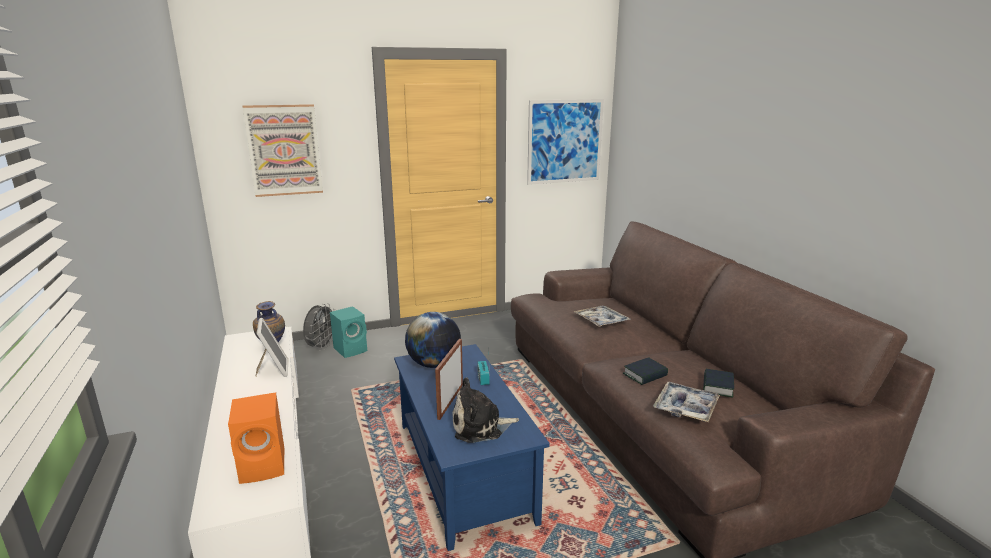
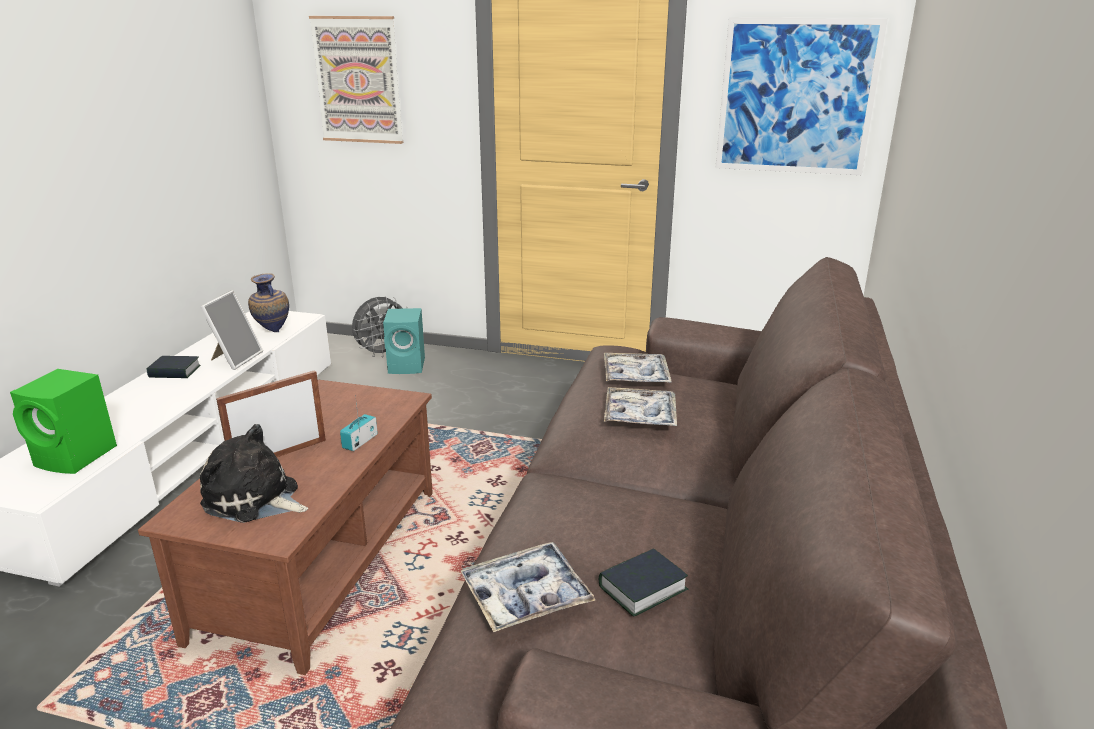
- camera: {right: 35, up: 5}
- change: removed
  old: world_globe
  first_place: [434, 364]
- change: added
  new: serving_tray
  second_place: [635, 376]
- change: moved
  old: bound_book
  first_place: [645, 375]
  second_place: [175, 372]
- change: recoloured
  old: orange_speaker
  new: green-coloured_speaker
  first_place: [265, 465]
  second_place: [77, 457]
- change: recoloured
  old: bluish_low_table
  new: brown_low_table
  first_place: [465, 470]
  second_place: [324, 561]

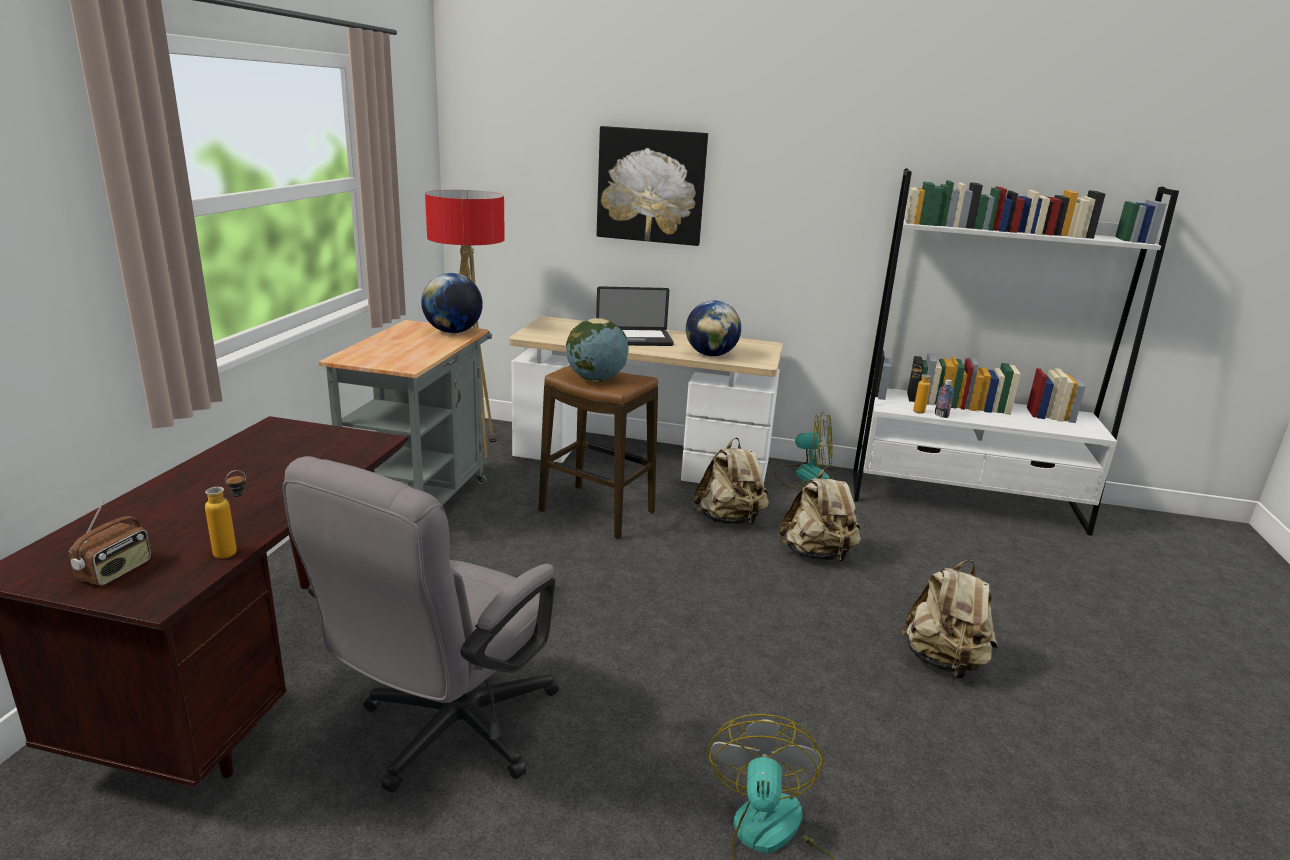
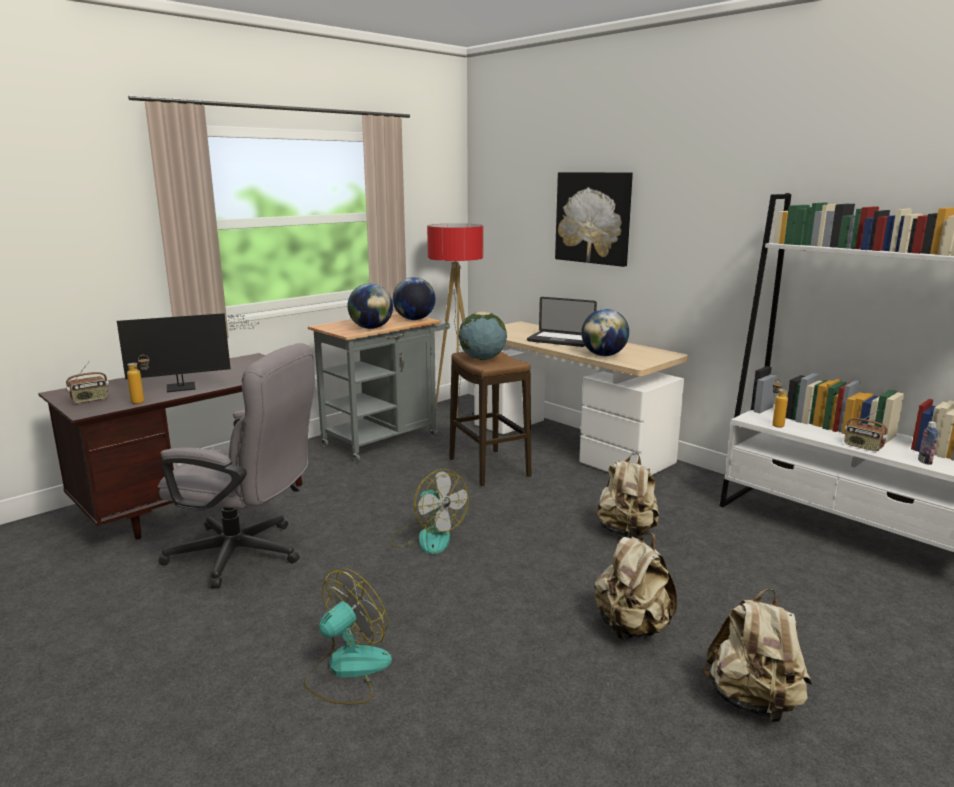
- camera: {right: 35, up: -5}
- change: added
  new: monitor
  second_place: [186, 387]
- change: added
  new: world_globe
  second_place: [371, 328]
- change: added
  new: radio_receiver
  second_place: [863, 447]
- change: moved
  old: sand-coloured_rucksack
  first_place: [729, 520]
  second_place: [753, 701]
- change: moved
  old: cooling_fan
  first_place: [803, 476]
  second_place: [427, 537]
- change: moved
  old: drink_bottle
  first_place: [941, 415]
  second_place: [924, 461]
- change: turned
  old: greyish_desk_chair
  first_place: [446, 735]
  second_place: [247, 555]
  degrees: -135

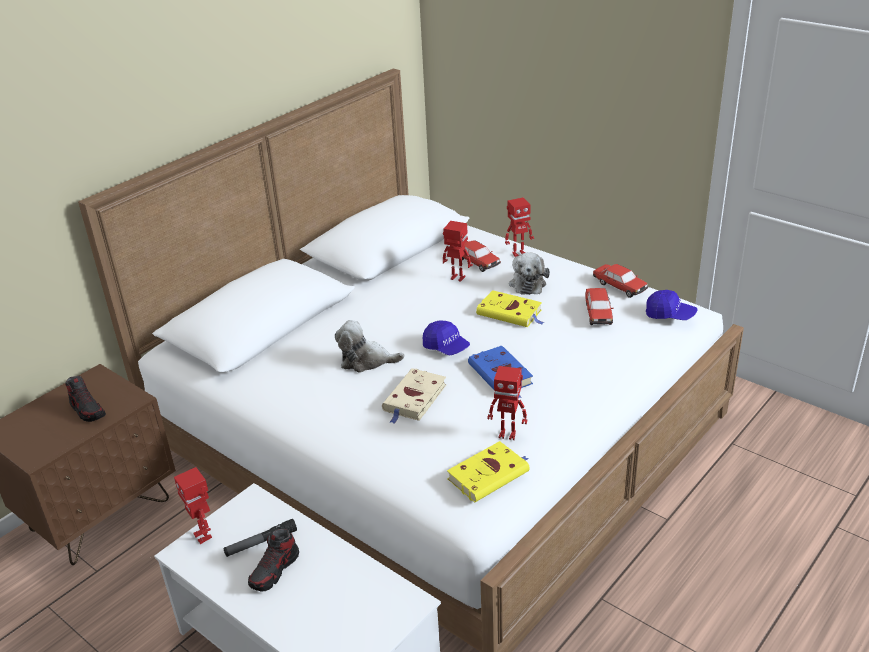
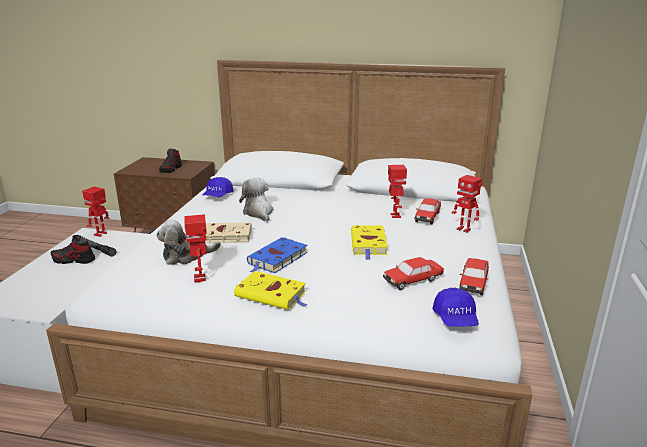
- camera: {right: 60, up: -10}
- change: moved
  old: bluish_peaked_cap
  first_place: [446, 347]
  second_place: [218, 196]
- change: moved
  old: yellow_bound_book
  first_place: [489, 474]
  second_place: [272, 295]
- change: moved
  old: cuddly_toy
  first_place: [528, 283]
  second_place: [186, 256]

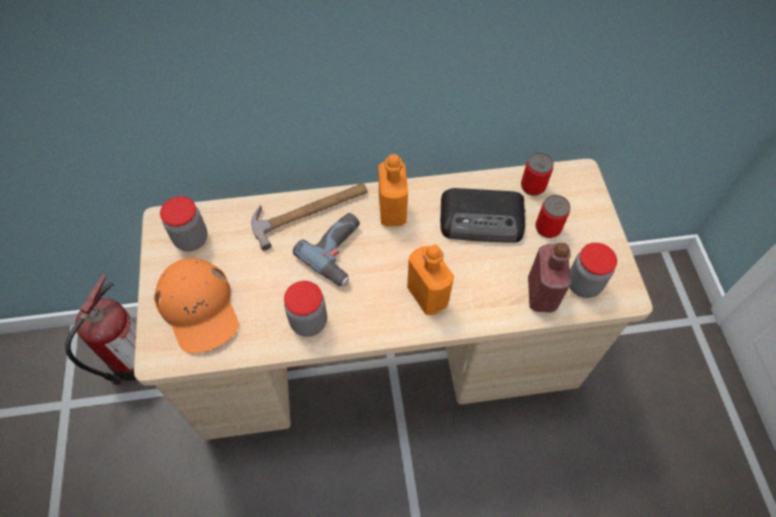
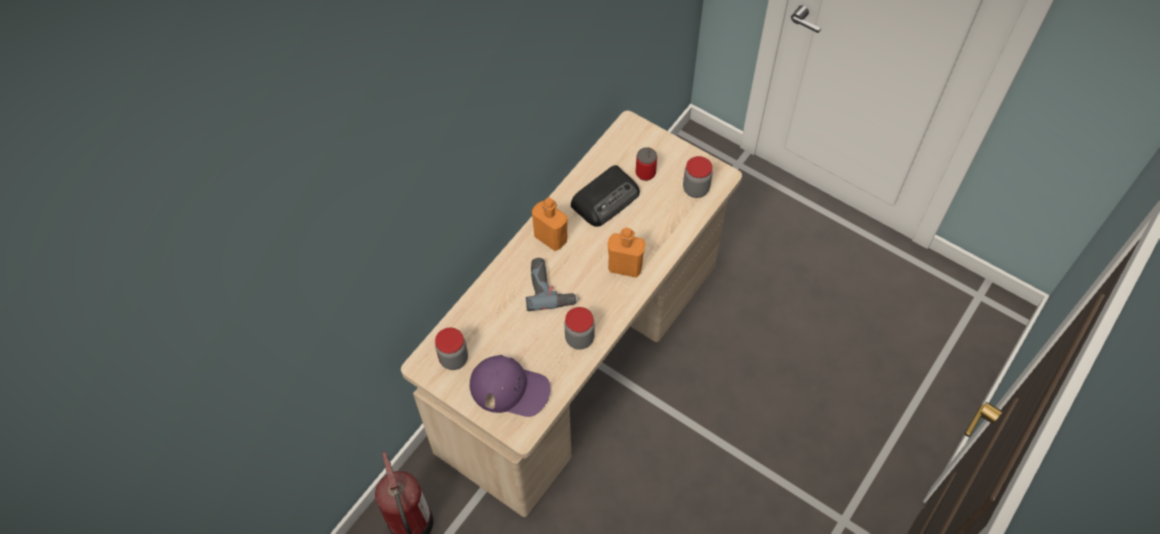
- camera: {right: -45, up: 0}
- change: removed
  old: tool_hammer
  first_place: [310, 211]
- change: removed
  old: metal_can
  first_place: [533, 186]
- change: removed
  old: red-coloured_drink_bottle
  first_place: [541, 294]
- change: recoloured
  old: orange_peaked_cap
  new: purple_peaked_cap
  first_place: [199, 308]
  second_place: [510, 388]

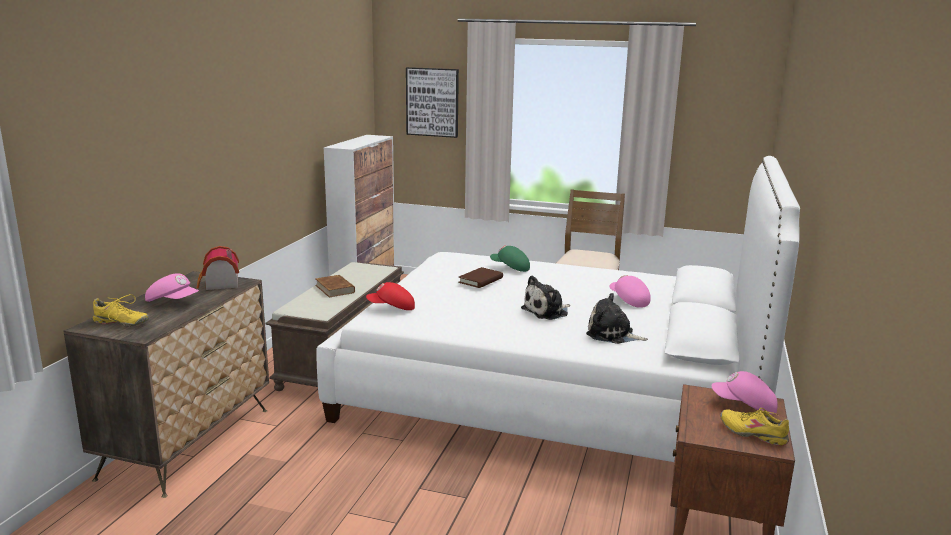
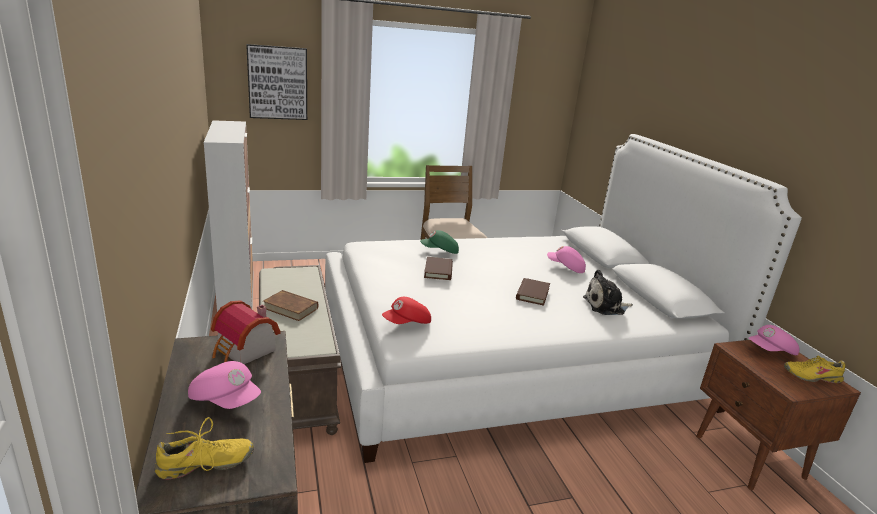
- camera: {right: -35, up: 5}
- change: replaced
  old: cuddly_toy
  new: brown_bound_book
  first_place: [547, 312]
  second_place: [532, 294]
- change: turned
  old: pink-coloured_peaked_cap
  first_place: [173, 302]
  second_place: [226, 400]
  degrees: 45

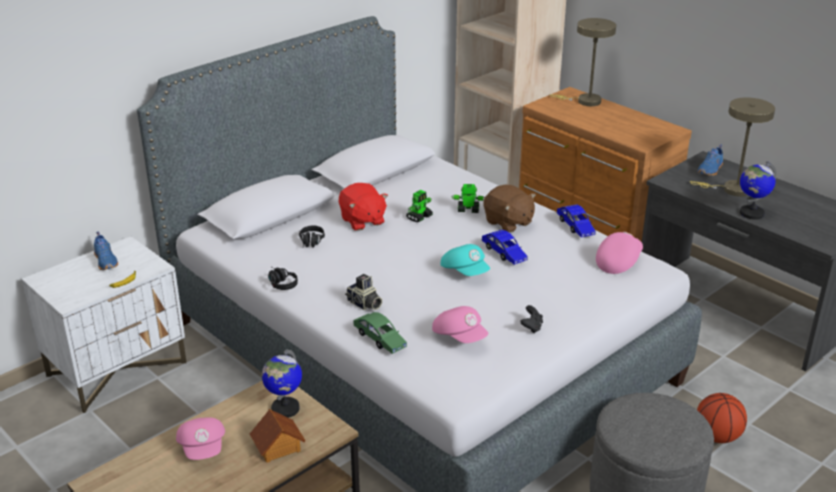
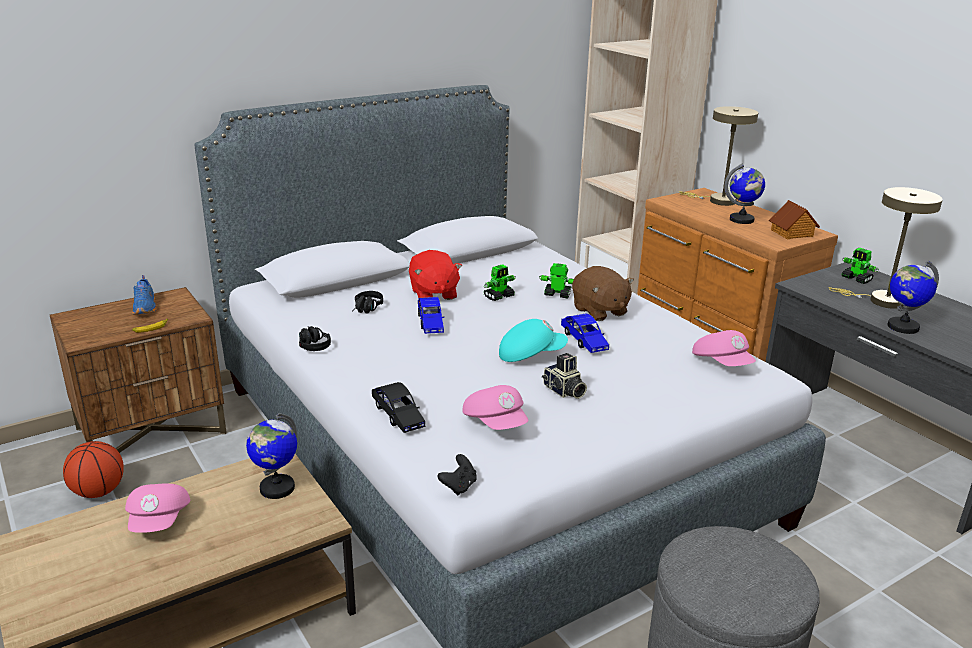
- camera: {right: 10, up: -5}
- change: added
  new: world_globe
  second_place: [742, 220]
- change: moved
  old: model_house
  first_place: [278, 447]
  second_place: [792, 233]
- change: moved
  old: photo_camera
  first_place: [364, 304]
  second_place: [564, 391]
- change: moved
  old: black_gamepad
  first_place: [531, 327]
  second_place: [459, 486]
- change: moved
  old: bluish_toy_car
  first_place: [575, 226]
  second_place: [430, 323]
- change: moved
  old: ball_for_basketball
  first_place: [717, 436]
  second_place: [98, 492]
- change: replaced
  old: bluish_shoe
  new: model_robot
  first_place: [710, 170]
  second_place: [856, 279]
- change: recoloured
  old: whitish_bedside_table
  new: brown_bedside_table
  first_place: [118, 369]
  second_place: [152, 431]
- change: recoloured
  old: green-coloured_toy_car
  new: black_toy_car
  first_place: [380, 339]
  second_place: [398, 415]
- change: turned
  old: turquoise-coloured_peaked_cap
  first_place: [465, 271]
  second_place: [530, 355]
  degrees: -75
- change: turned
  old: pink-coloured_peaked_cap
  first_place: [618, 261]
  second_place: [722, 363]
  degrees: 105

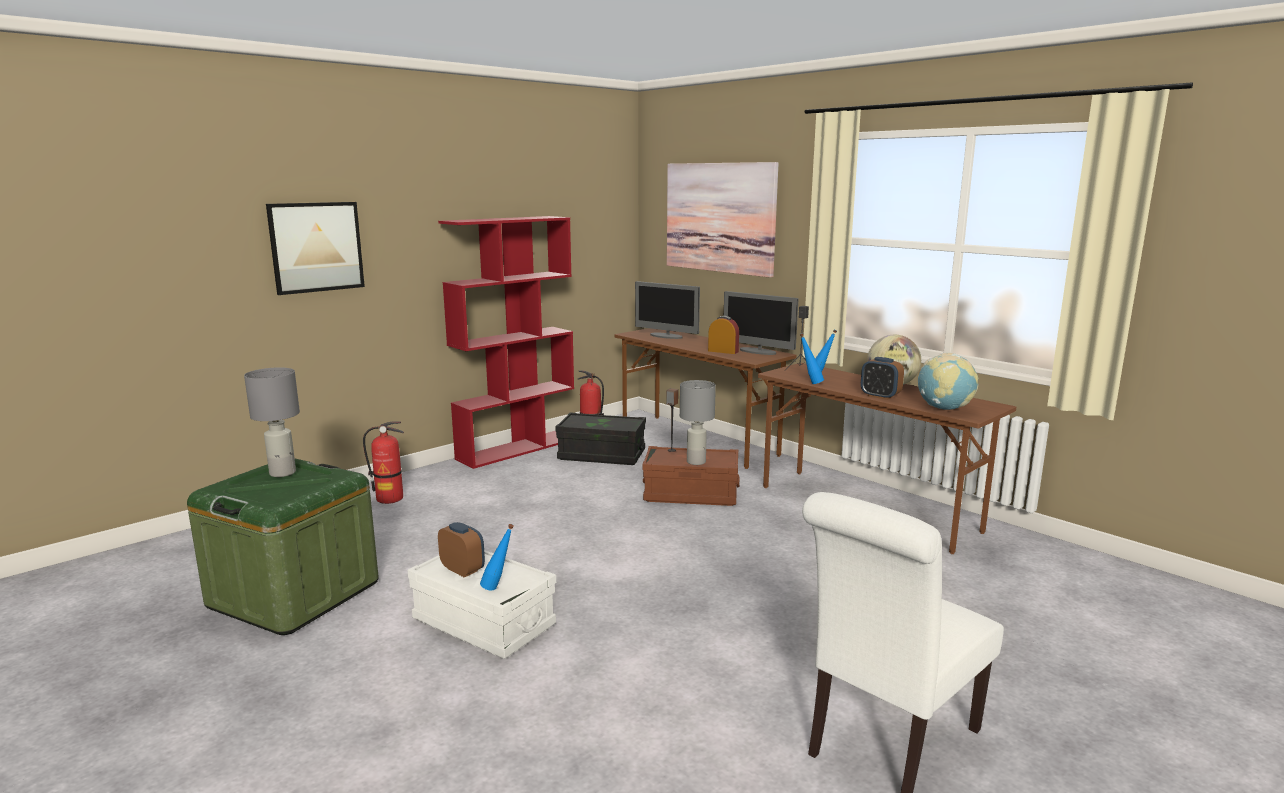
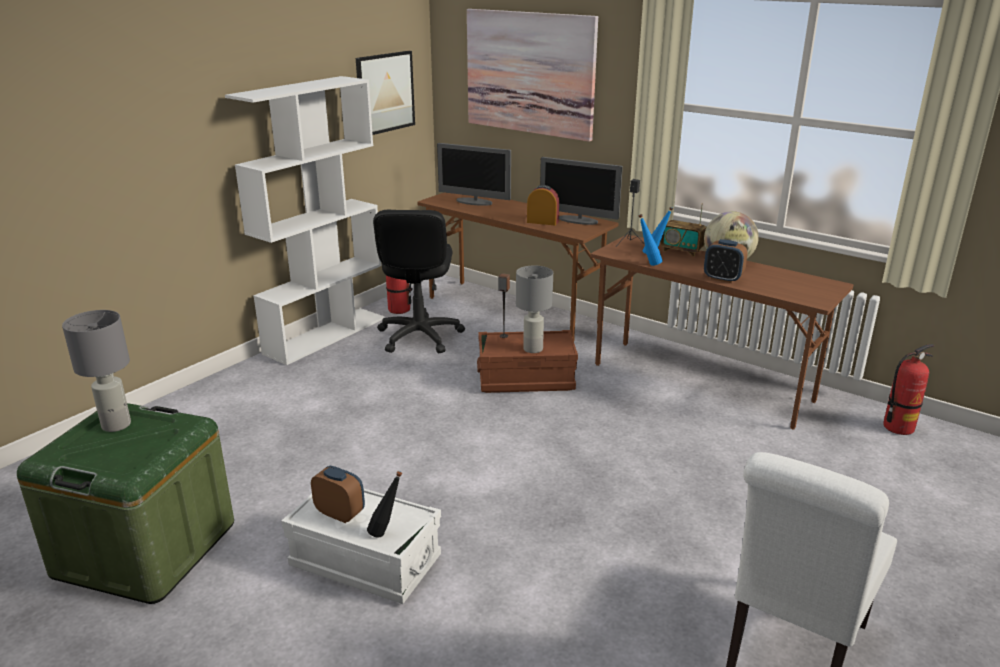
- camera: {right: -10, up: 10}
- change: removed
  old: world_globe
  first_place: [944, 408]
- change: added
  new: radio_receiver
  second_place: [681, 251]
- change: moved
  old: wall_art
  first_place: [316, 247]
  second_place: [385, 93]
- change: moved
  old: extinguisher
  first_place: [390, 499]
  second_place: [898, 427]
- change: replaced
  old: black_storage_container
  new: black_desk_chair
  first_place: [601, 455]
  second_place: [419, 336]
- change: recoloured
  old: red-coloured_bookcase
  new: whitish_bookcase
  first_place: [517, 449]
  second_place: [326, 335]
- change: recoloured
  old: bluish_drink_bottle
  new: black_drink_bottle
  first_place: [498, 588]
  second_place: [386, 533]

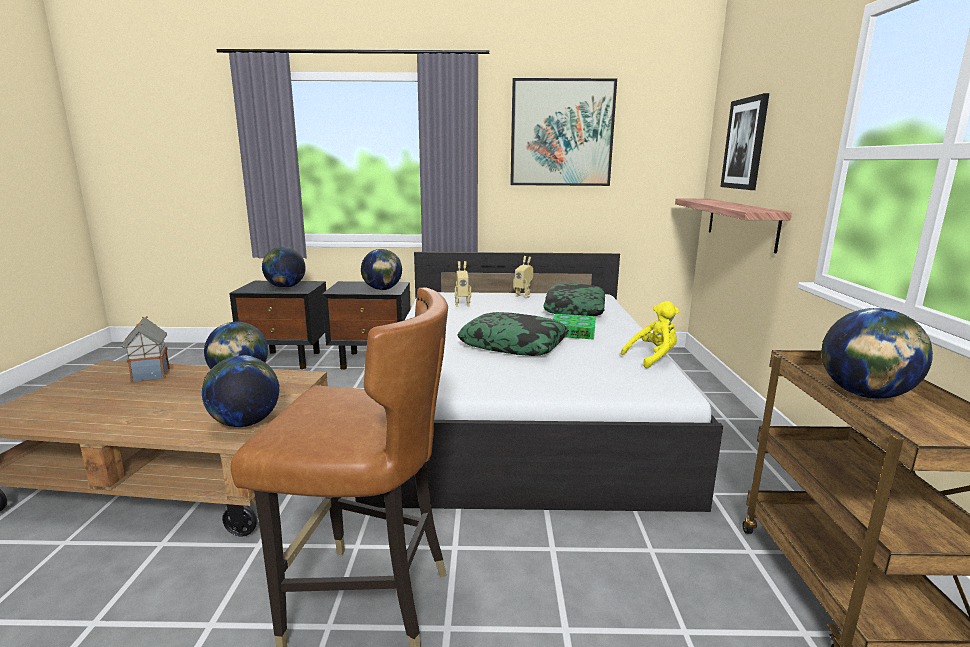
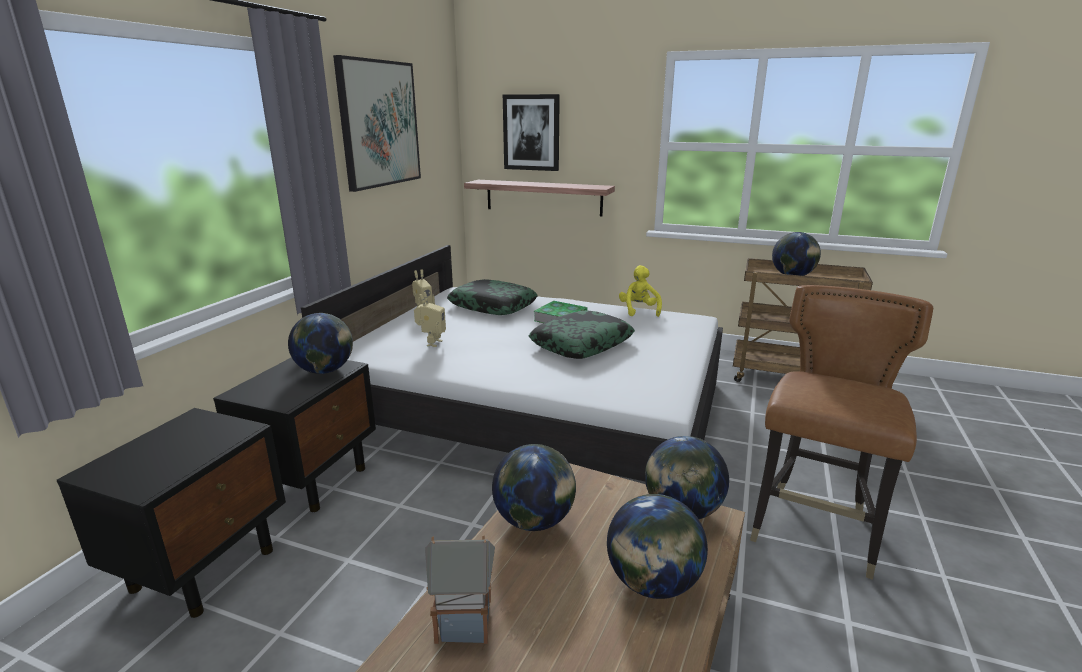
- camera: {right: -70, up: 5}
- change: moved
  old: world_globe
  first_place: [285, 287]
  second_place: [652, 583]

